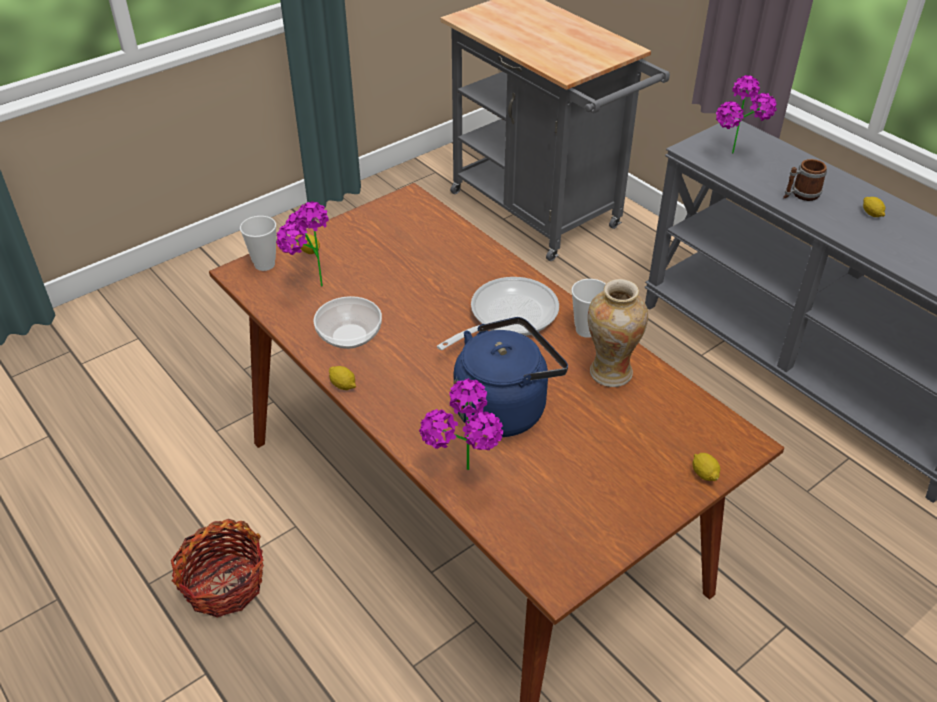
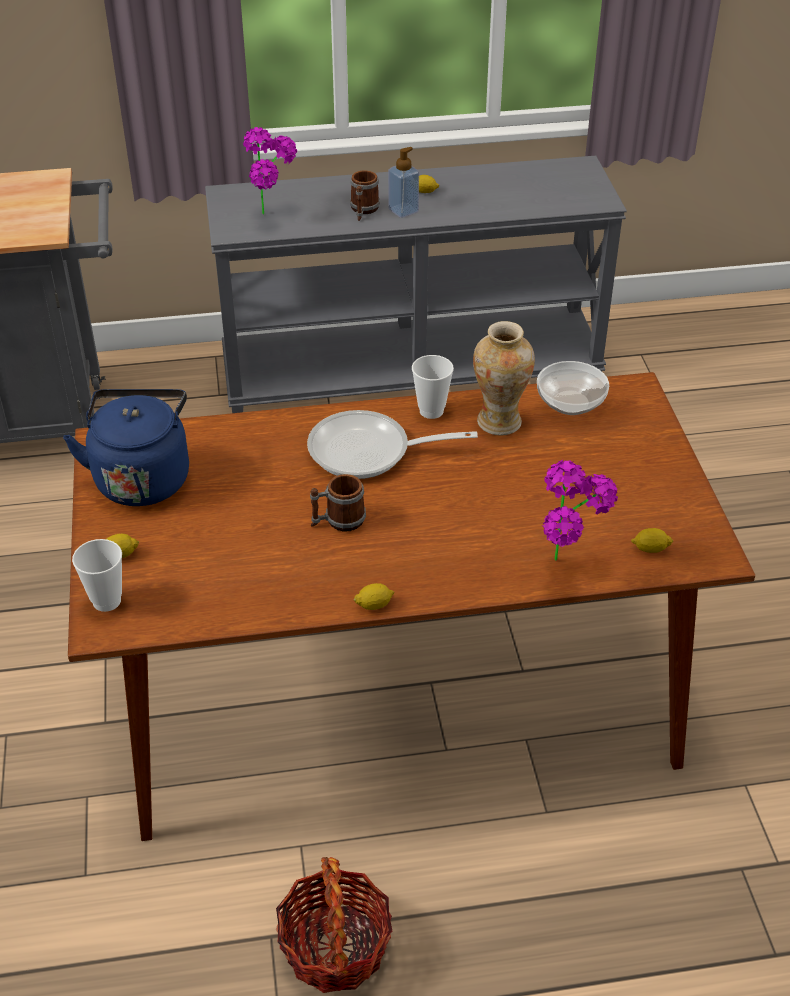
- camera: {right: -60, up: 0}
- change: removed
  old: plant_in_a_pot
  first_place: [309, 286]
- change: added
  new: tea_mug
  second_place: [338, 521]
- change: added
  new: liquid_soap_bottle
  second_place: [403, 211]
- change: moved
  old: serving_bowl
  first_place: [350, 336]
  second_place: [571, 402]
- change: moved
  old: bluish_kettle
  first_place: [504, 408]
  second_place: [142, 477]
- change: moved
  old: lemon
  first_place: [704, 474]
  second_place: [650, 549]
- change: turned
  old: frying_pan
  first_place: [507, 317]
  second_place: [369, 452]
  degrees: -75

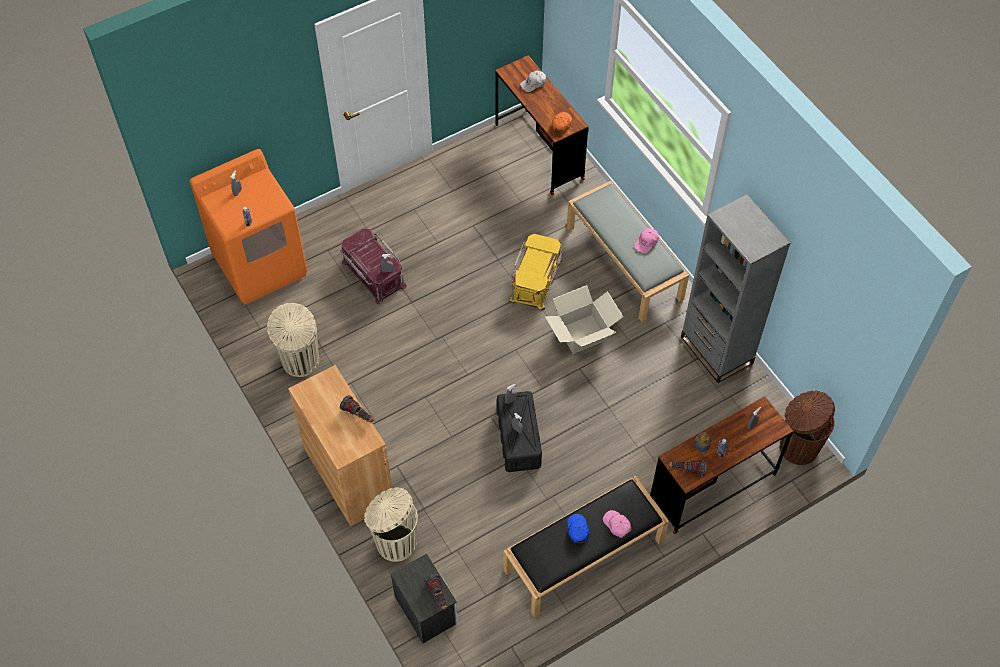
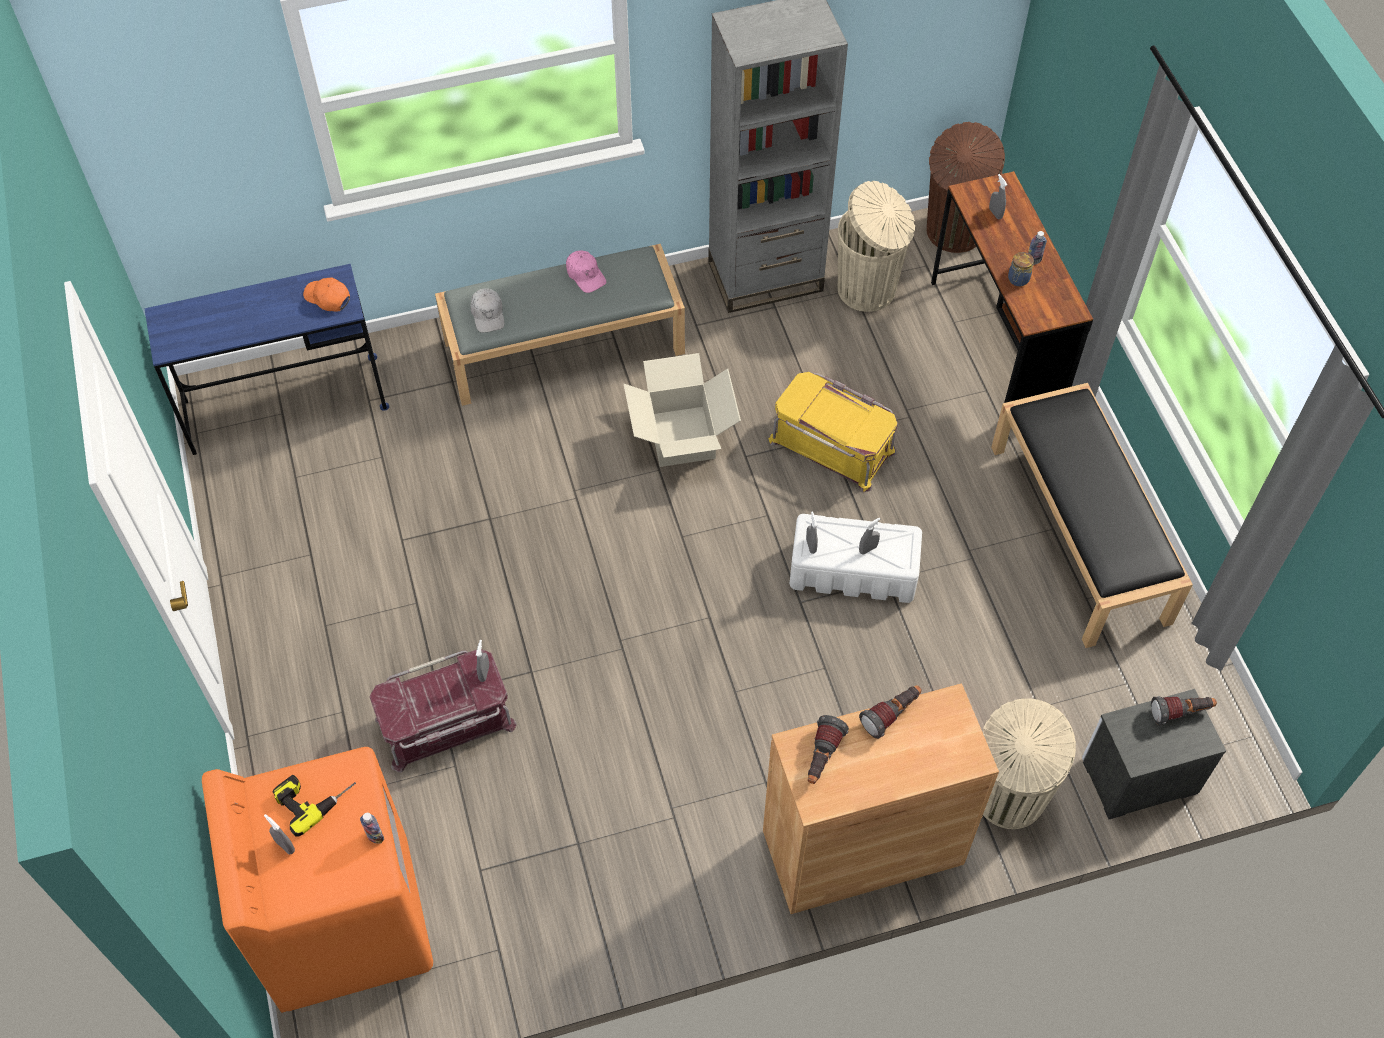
- camera: {right: -75, up: 0}
- change: removed
  old: bluish_peaked_cap
  first_place: [578, 530]
- change: removed
  old: pink-coloured_peaked_cap
  first_place: [617, 525]
- change: added
  new: drill
  second_place: [314, 796]
- change: moved
  old: sand-coloured_waste_bin
  first_place: [300, 362]
  second_place: [868, 289]
- change: moved
  old: yellow_storage_container
  first_place: [536, 281]
  second_place: [833, 444]
- change: moved
  old: whitish_peaked_cap
  first_place: [533, 84]
  second_place: [488, 314]
- change: moved
  old: flashlight
  first_place: [686, 470]
  second_place: [822, 758]
- change: recoloured
  old: brown_desk_unit
  new: bluish_desk_unit
  first_place: [539, 152]
  second_place: [286, 405]
- change: recoloured
  old: black_storage_container
  new: whitish_storage_container
  first_place: [518, 438]
  second_place: [852, 571]

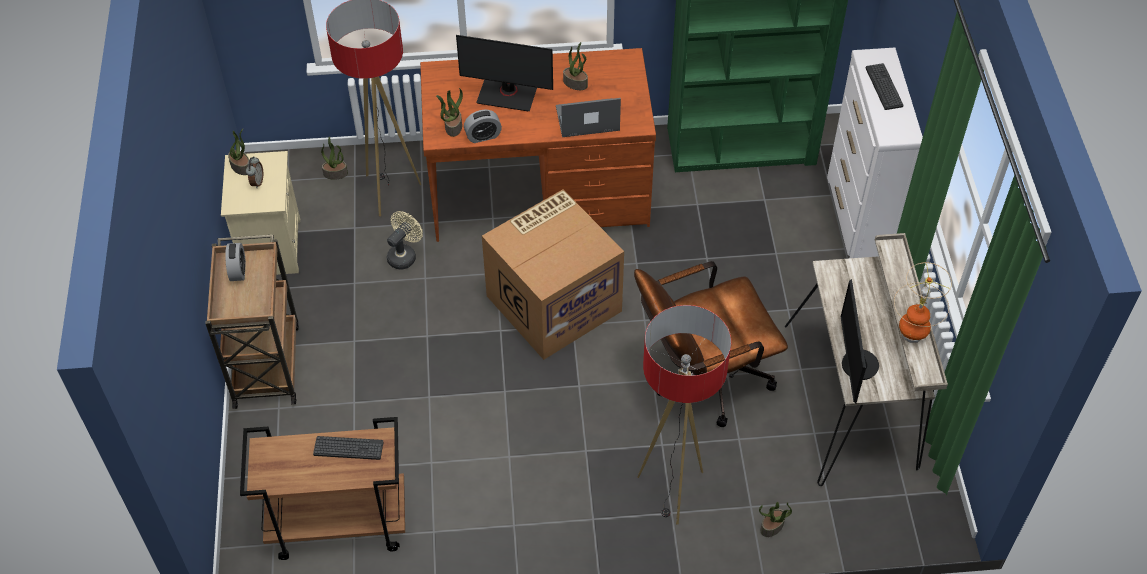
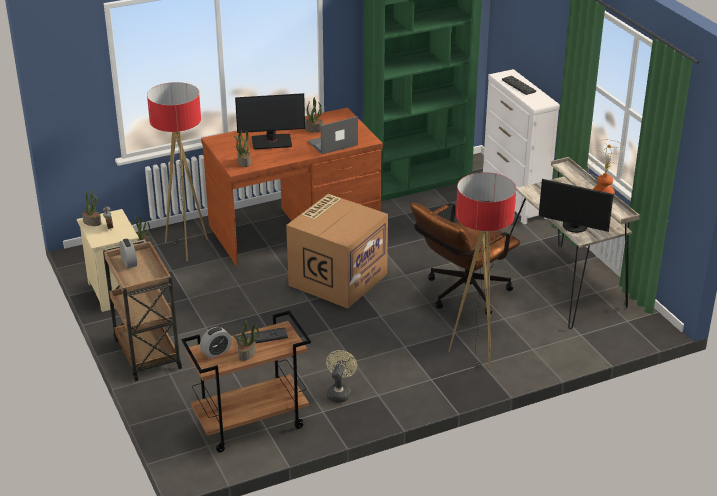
- camera: {right: -20, up: -20}
- change: moved
  old: sand-coloured_cooling_fan
  first_place: [404, 255]
  second_place: [339, 392]
- change: moved
  old: bedside_clock
  first_place: [483, 136]
  second_place: [216, 352]
- change: moved
  old: plant_in_a_pot
  first_place: [772, 526]
  second_place: [247, 354]
- change: turned
  old: monitor
  first_place: [855, 365]
  second_place: [574, 227]
  degrees: -45

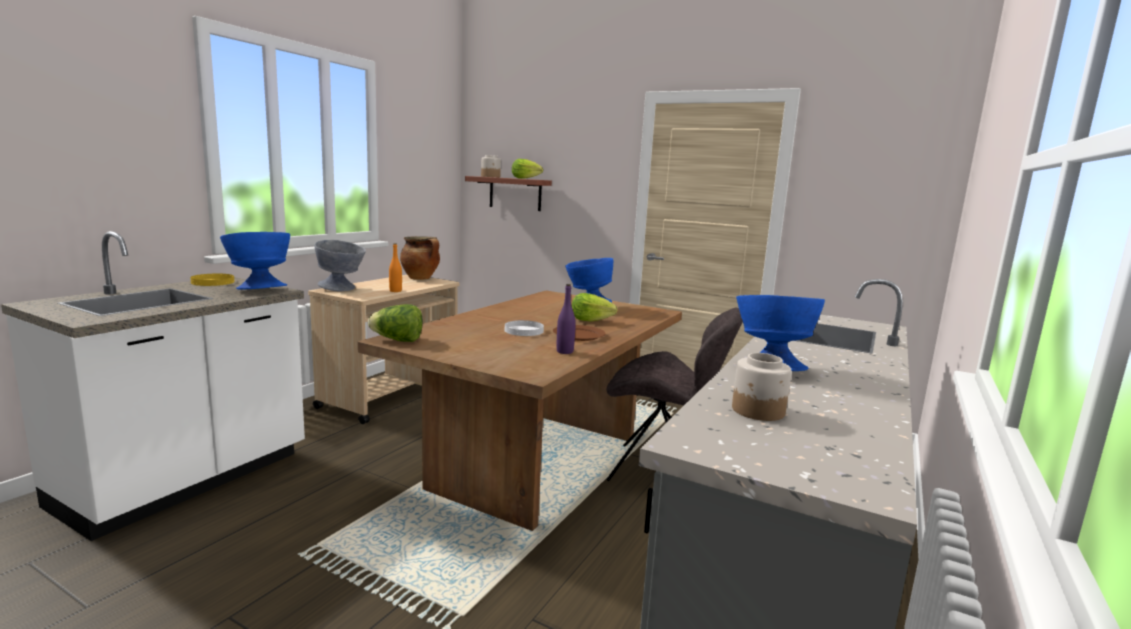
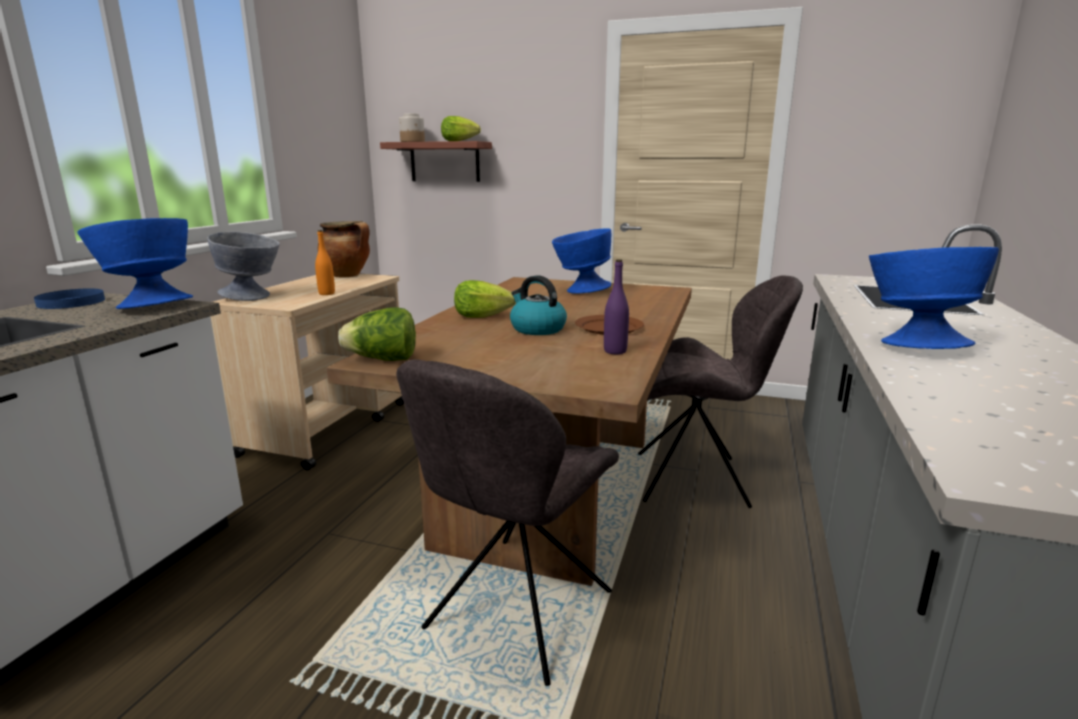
- camera: {right: -10, up: 5}
- change: removed
  old: storage_jar
  first_place: [758, 411]
- change: added
  new: greyish_upright_chair
  second_place: [515, 614]
- change: moved
  old: lettuce_head
  first_place: [590, 320]
  second_place: [481, 317]
- change: replaced
  old: whitish_dinner_plate
  new: kettle
  first_place: [524, 331]
  second_place: [537, 329]
- change: recoloured
  old: yellow_dinner_plate
  new: bluish_dinner_plate
  first_place: [212, 282]
  second_place: [70, 302]

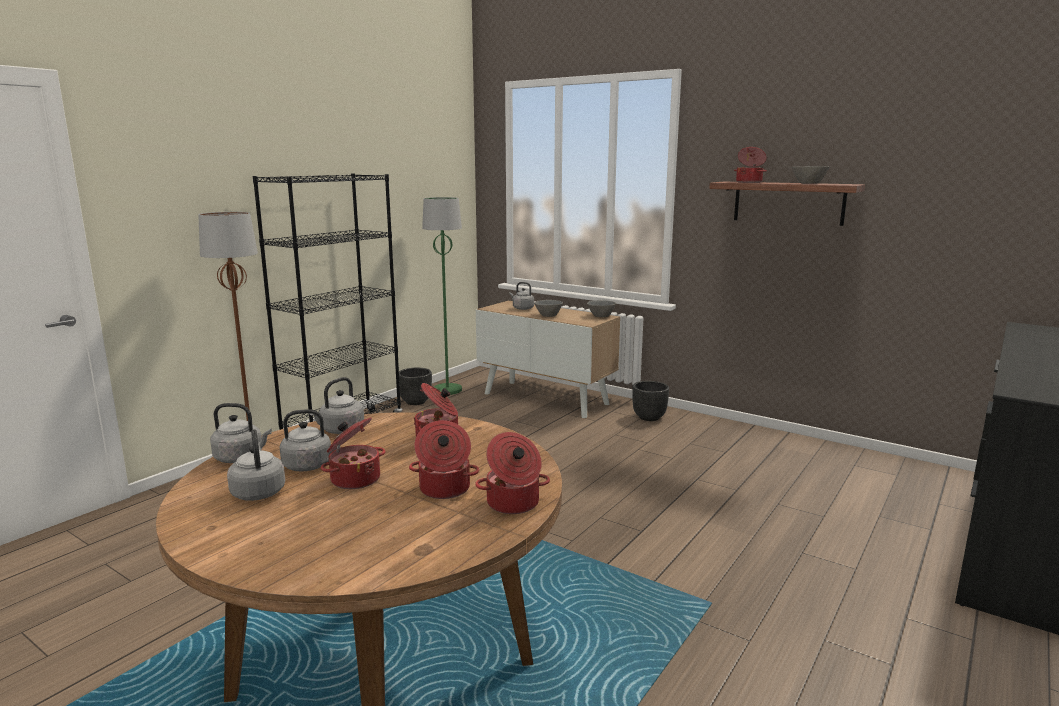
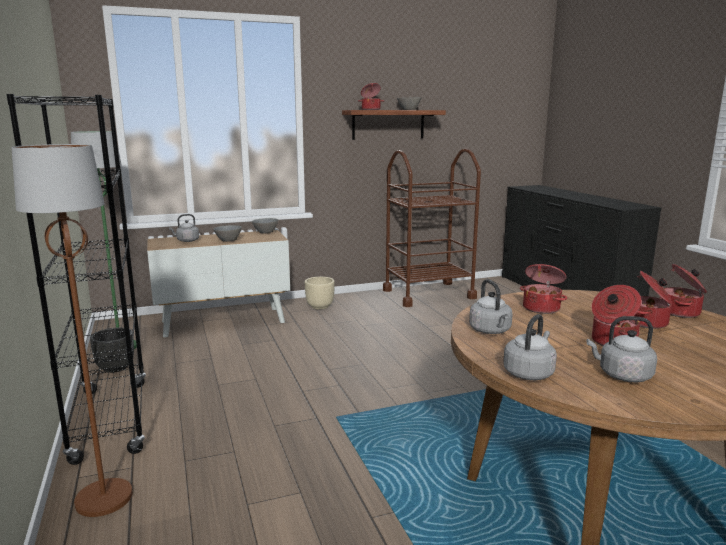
- camera: {right: -55, up: 0}
- change: removed
  old: greyish_kettle
  first_place: [310, 465]
- change: added
  new: brown_cart
  second_place: [428, 294]
- change: recoloured
  old: black_planter
  new: sand-coloured_planter
  first_place: [649, 417]
  second_place: [320, 306]

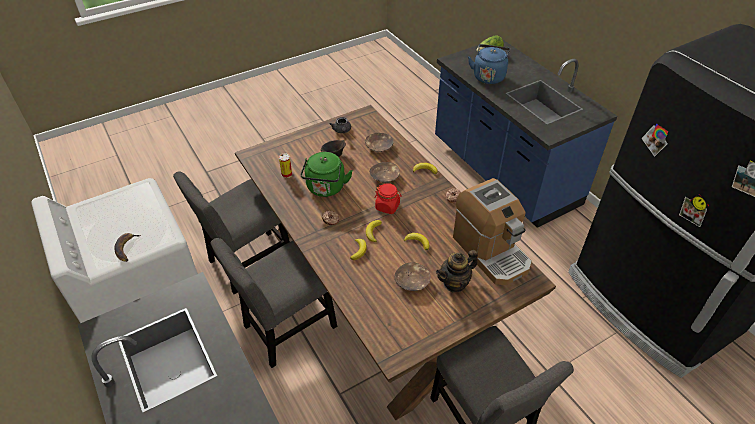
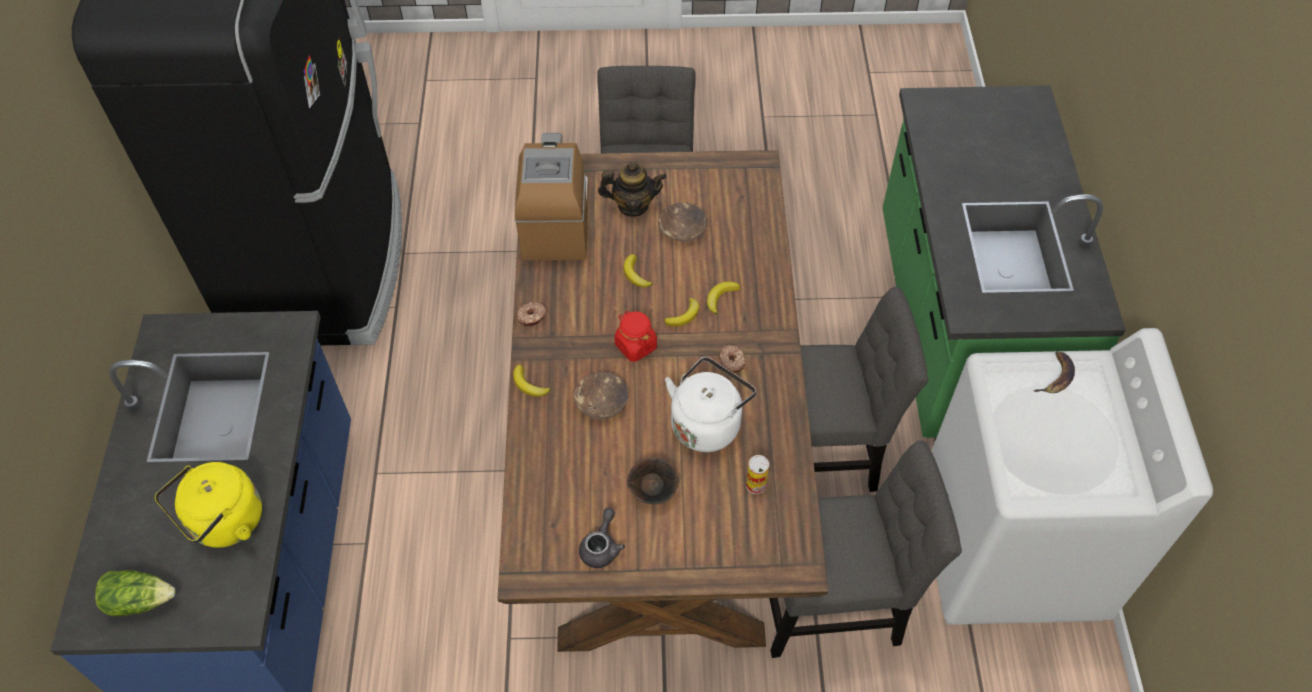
- camera: {right: -150, up: 10}
- change: removed
  old: brown_serving_bowl
  first_place: [379, 146]
- change: recoloured
  old: green-coloured_kettle
  new: whitish_kettle
  first_place: [325, 189]
  second_place: [707, 423]
- change: recoloured
  old: bluish_kettle
  new: yellow_kettle
  first_place: [488, 76]
  second_place: [224, 523]

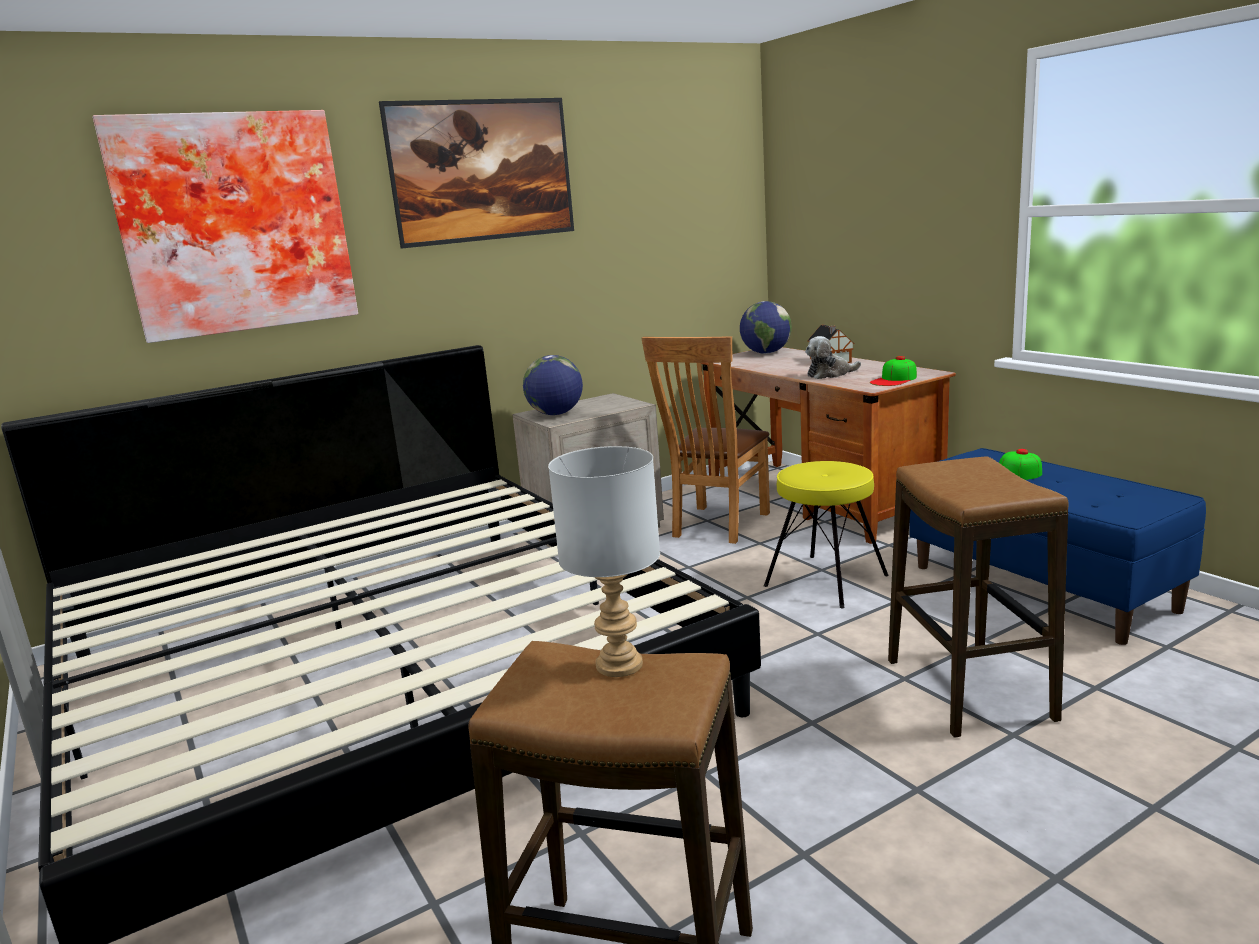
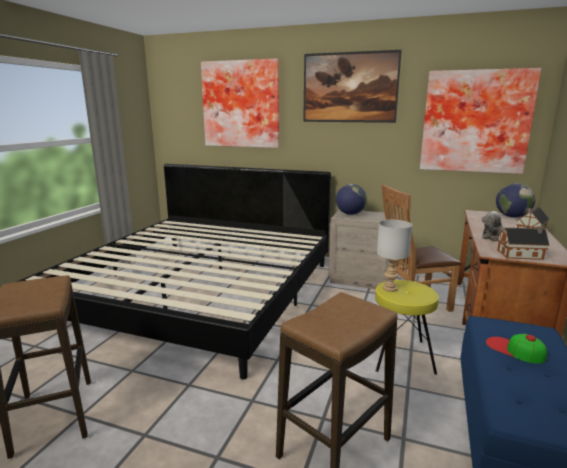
- camera: {right: 50, up: 0}
- change: added
  new: wall_art
  second_place: [475, 122]
- change: moved
  old: greyish_tabletop_lamp
  first_place: [620, 666]
  second_place: [389, 288]
- change: replaced
  old: peaked_cap
  new: model_house
  first_place: [894, 380]
  second_place: [521, 255]

